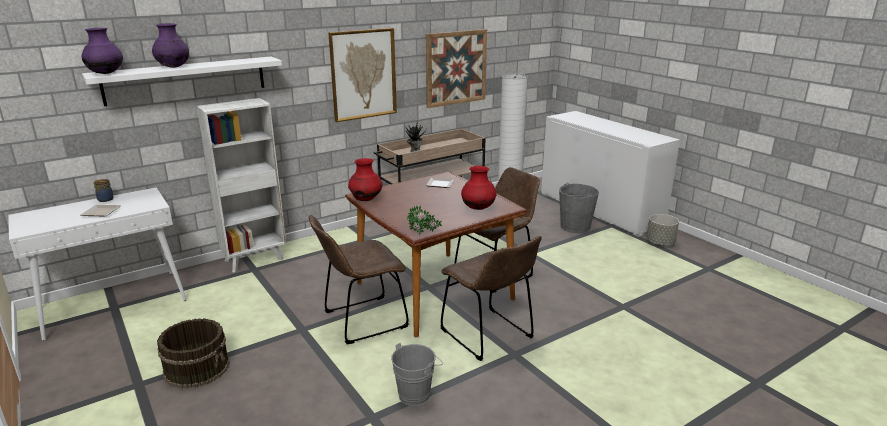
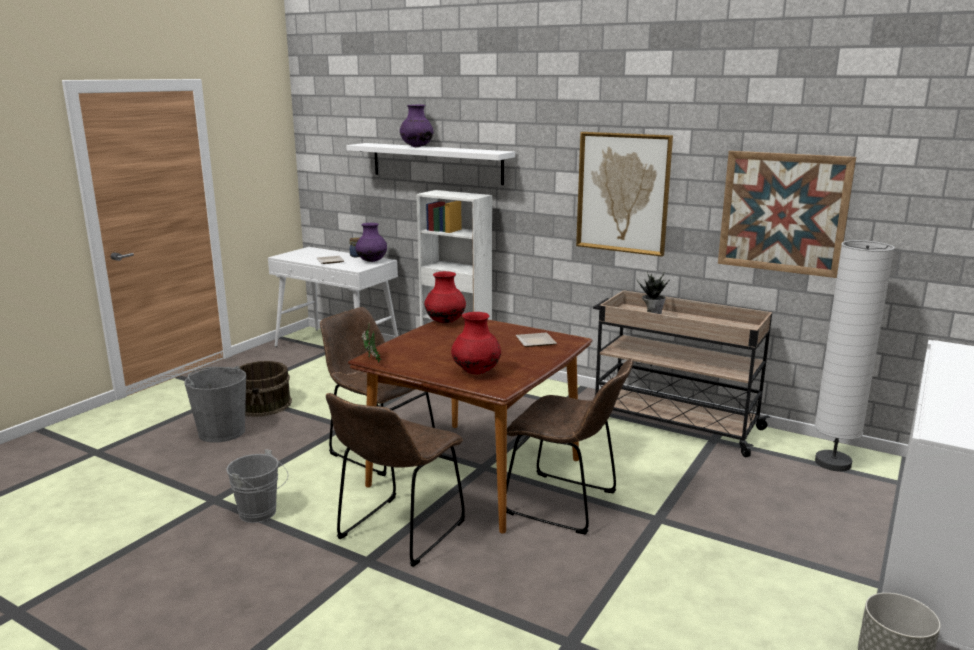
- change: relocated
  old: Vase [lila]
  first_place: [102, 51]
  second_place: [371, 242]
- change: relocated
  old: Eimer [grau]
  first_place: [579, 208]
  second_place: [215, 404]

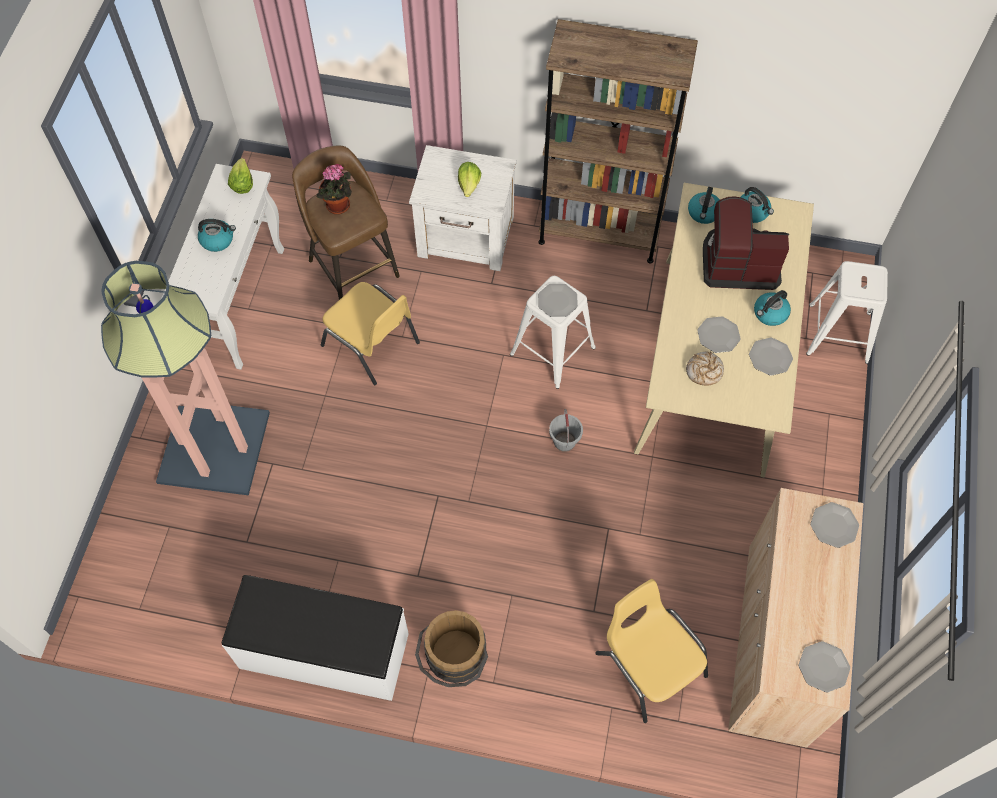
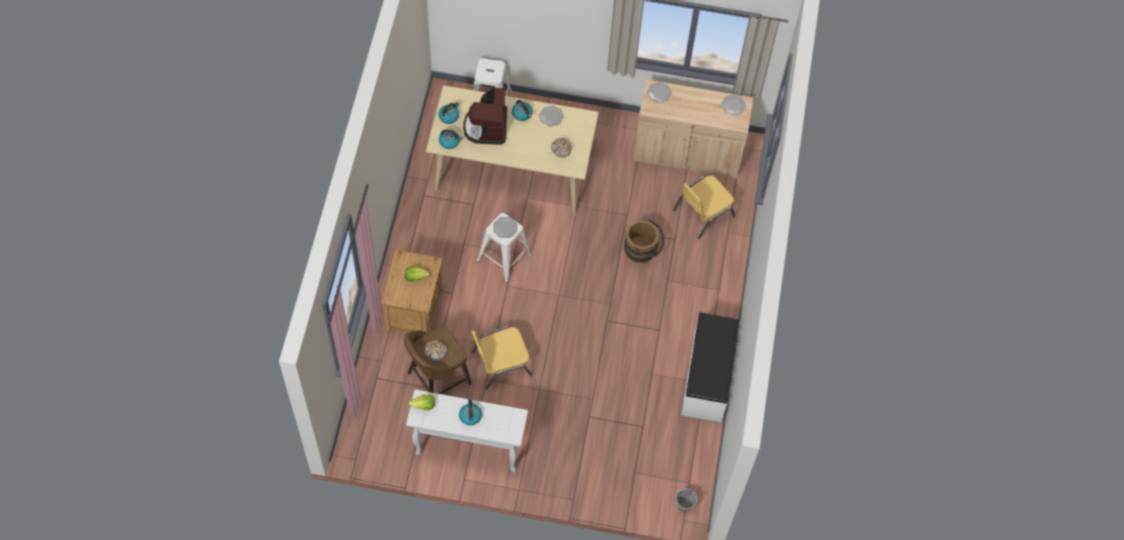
- change: missing
  old: Stehlampe
  first_place: [185, 378]
- change: missing
  old: Bücherregal [braun]
  first_place: [618, 141]
- change: missing
  old: Teller
  first_place: [719, 334]
- change: relocated
  old: Eimer [braun]
  first_place: [451, 648]
  second_place: [644, 241]
- change: relocated
  old: Eimer [grau]
  first_place: [566, 430]
  second_place: [686, 500]
- change: exchanged
  old: Topfpflanze
  new: Brot
  first_place: [334, 189]
  second_place: [435, 350]
- change: colour
  old: Nachttisch [weiß]
  new: Nachttisch [braun]
  first_place: [463, 208]
  second_place: [412, 291]
- change: spun
  old: Stuhl [gelb]
  first_place: [370, 333]
  second_place: [502, 357]
  degrees: -150

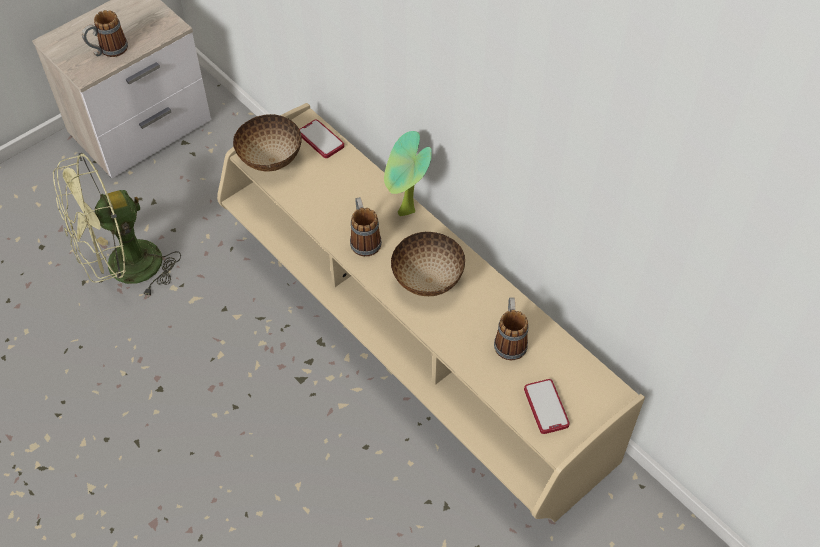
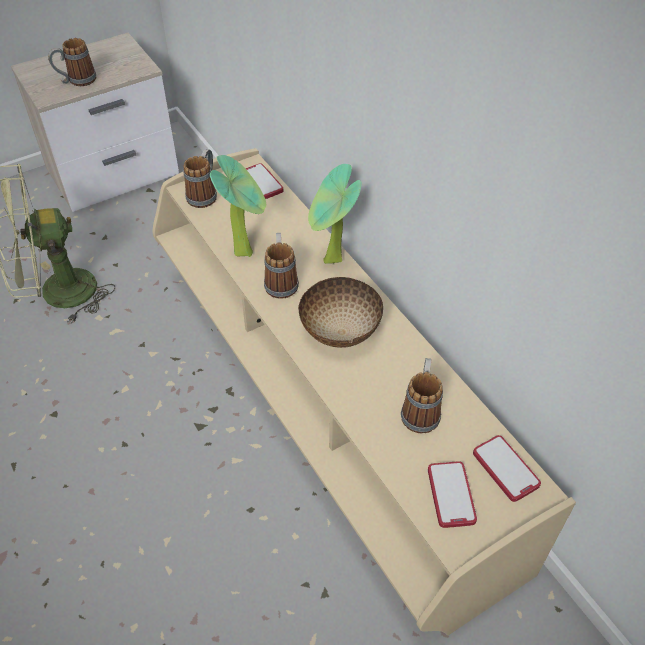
- change: appeared
  new: Topfpflanze
  second_place: [238, 206]
- change: appeared
  new: Handy
  second_place: [507, 468]
- change: exchanged
  old: Schüssel
  new: Henkelbecher
  first_place: [267, 143]
  second_place: [200, 178]

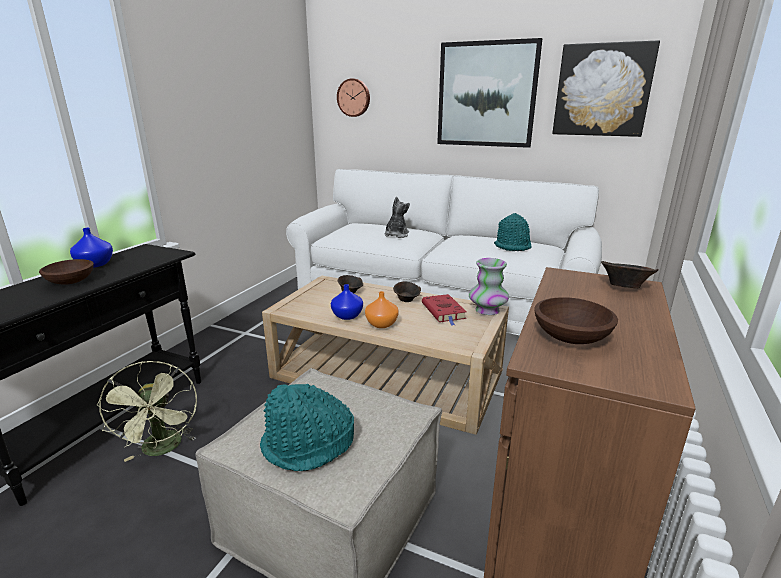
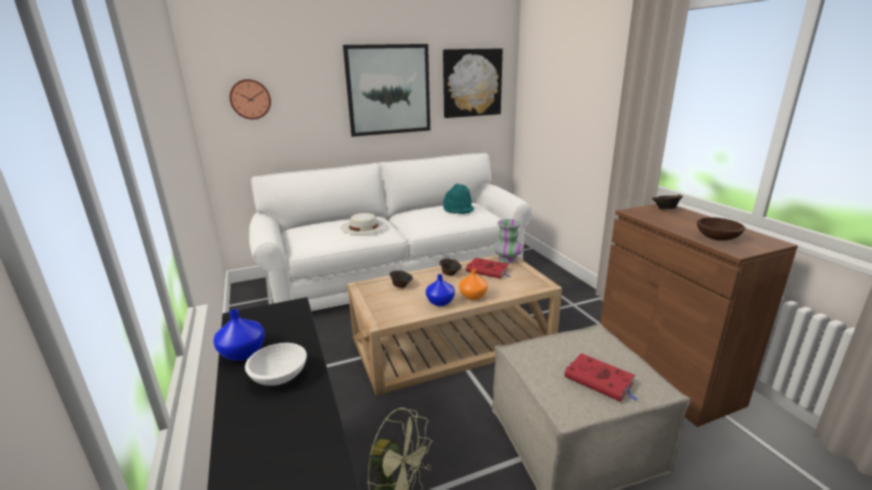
- change: exchanged
  old: Hut [türkis]
  new: Buch [rot]
  first_place: [307, 427]
  second_place: [602, 377]
- change: exchanged
  old: Plüschtier
  new: Hut [weiß]
  first_place: [397, 217]
  second_place: [363, 224]
- change: colour
  old: Schüssel [braun]
  new: Schüssel [weiß]
  first_place: [66, 272]
  second_place: [276, 364]

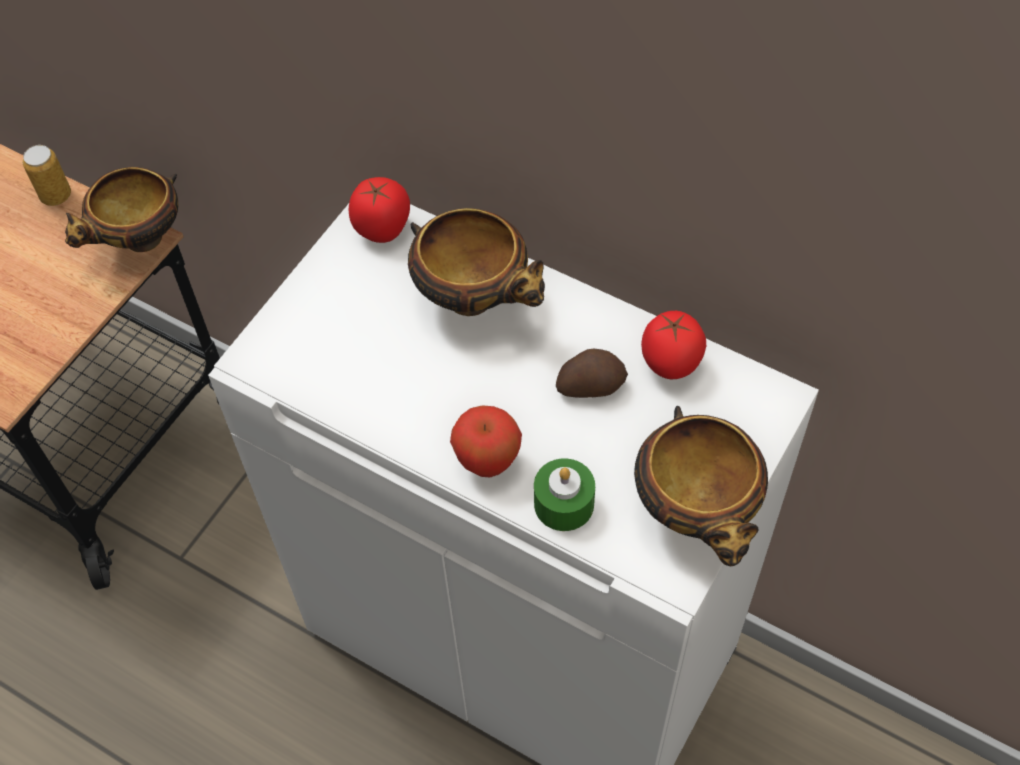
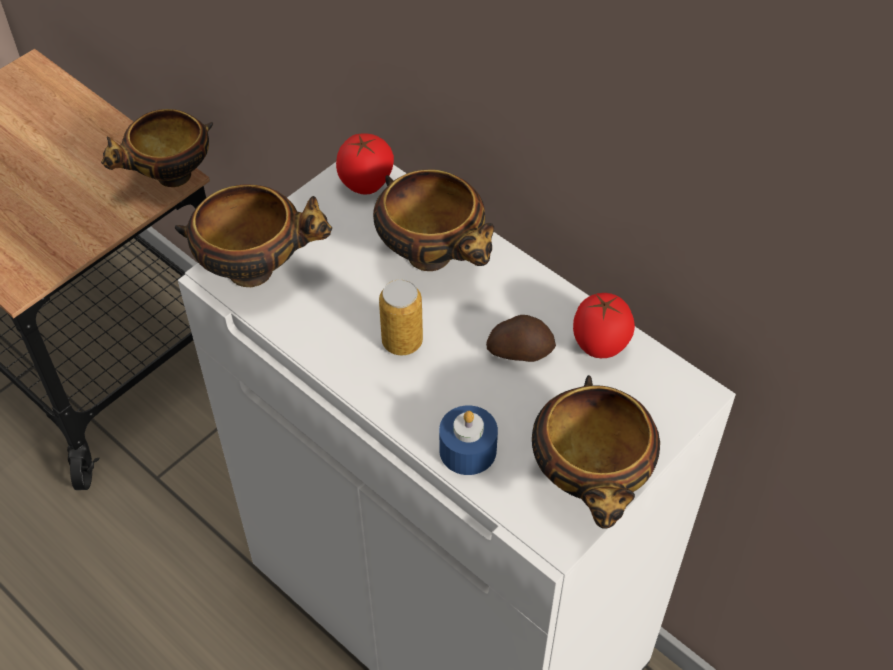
- change: missing
  old: Apfel
  first_place: [486, 441]
- change: appeared
  new: Schüssel
  second_place: [253, 235]
- change: relocated
  old: Dose
  first_place: [47, 175]
  second_place: [401, 317]
- change: colour
  old: Kerze [grün]
  new: Kerze [blau]
  first_place: [564, 494]
  second_place: [468, 440]

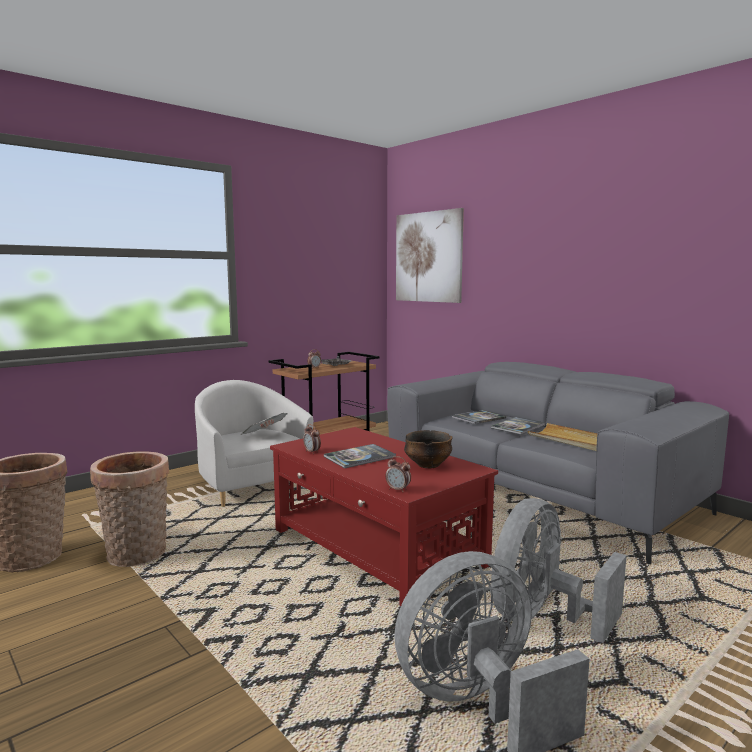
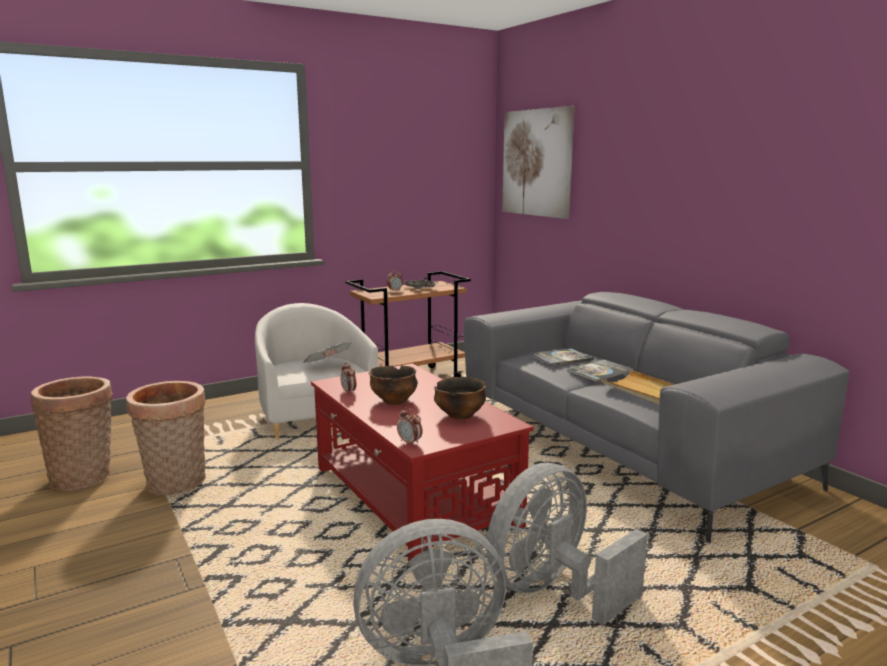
- change: exchanged
  old: Buch
  new: Schüssel
  first_place: [360, 456]
  second_place: [393, 385]

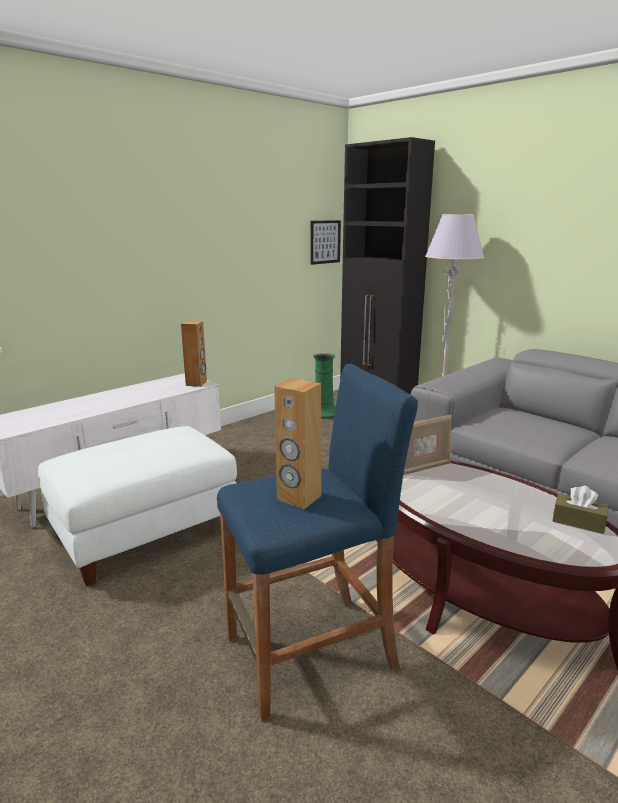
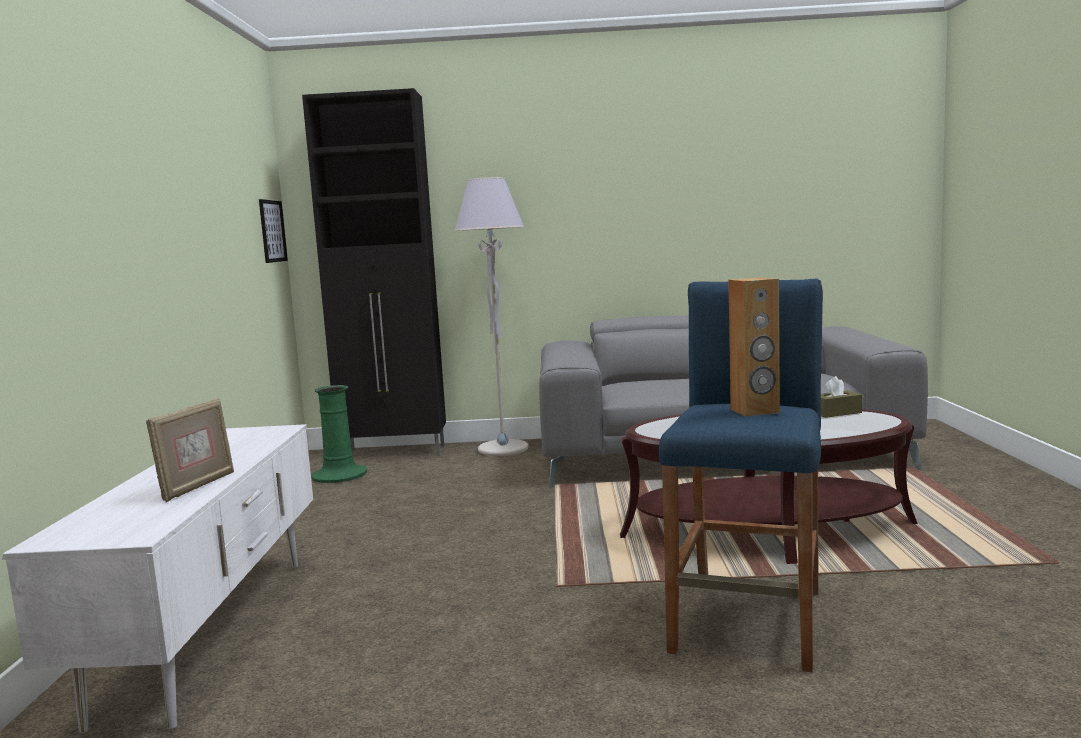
- change: missing
  old: Polsterhocker [weiß]
  first_place: [137, 506]
- change: missing
  old: Lautsprecher [braun]
  first_place: [194, 354]
- change: relocated
  old: Bilderrahmen
  first_place: [427, 445]
  second_place: [190, 450]

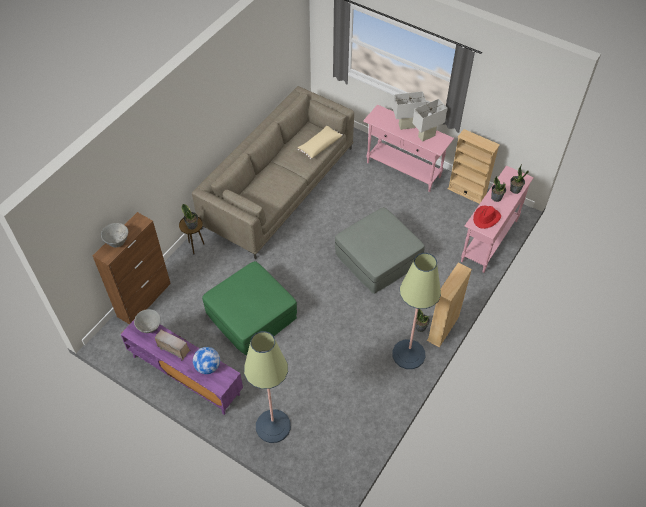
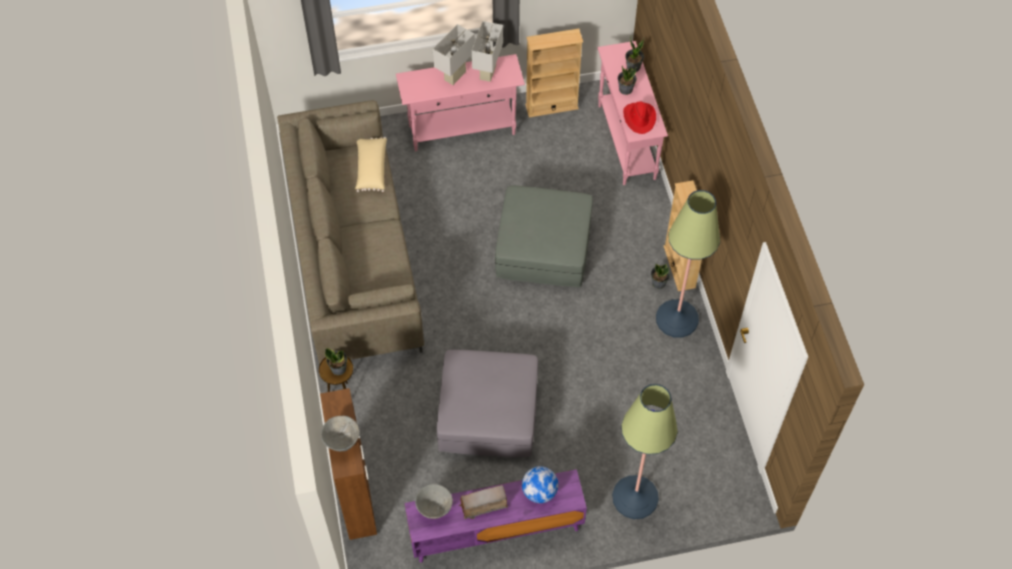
- change: colour
  old: Polsterhocker [grün]
  new: Polsterhocker [grau]
  first_place: [249, 308]
  second_place: [487, 404]

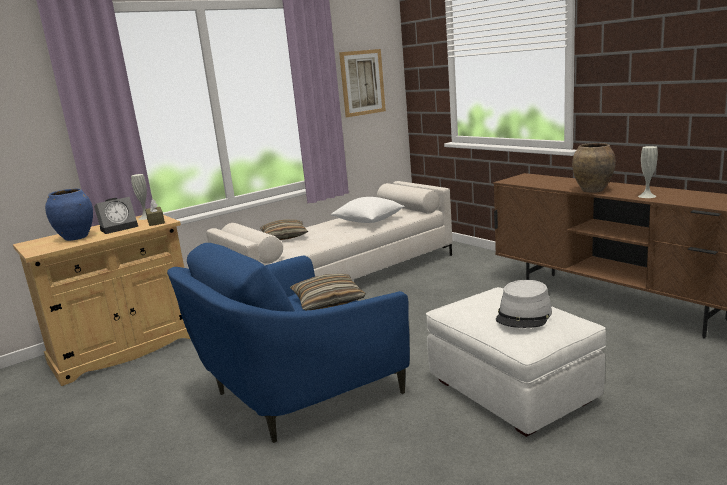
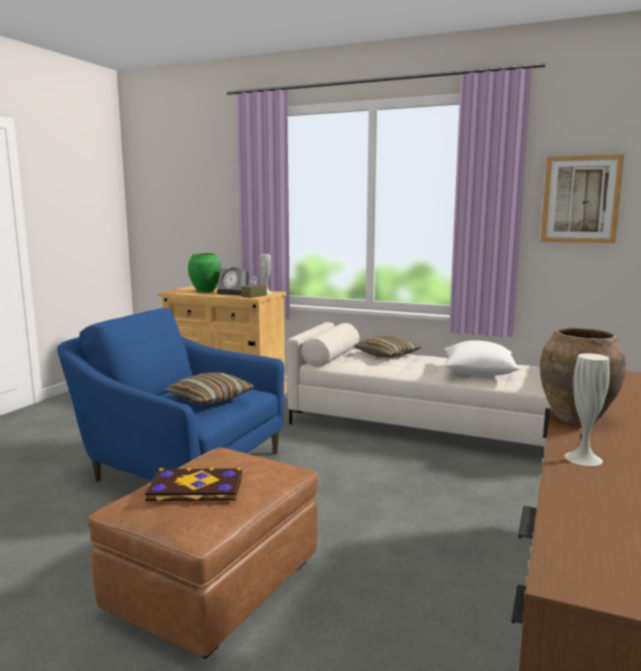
- change: exchanged
  old: Hut [grau]
  new: Buch
  first_place: [524, 304]
  second_place: [193, 484]
- change: colour
  old: Vase [blau]
  new: Vase [grün]
  first_place: [69, 215]
  second_place: [204, 272]
- change: colour
  old: Polsterhocker [weiß]
  new: Polsterhocker [braun]
  first_place: [516, 362]
  second_place: [203, 553]

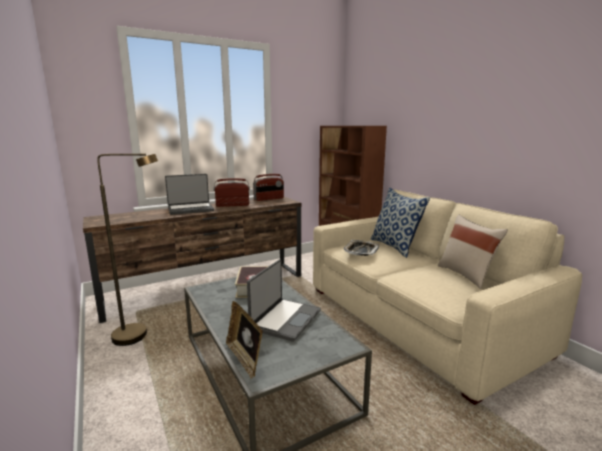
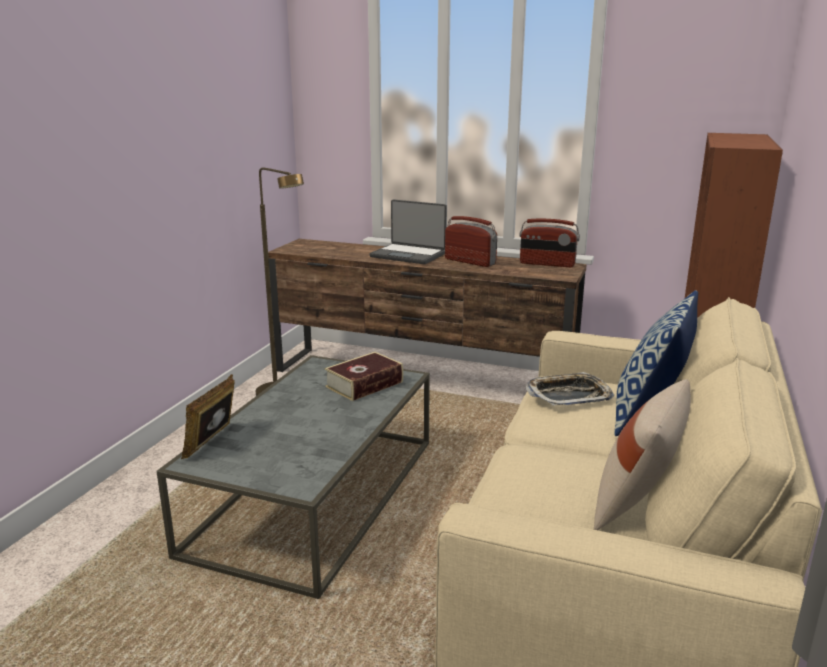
- change: missing
  old: Laptop
  first_place: [284, 300]

